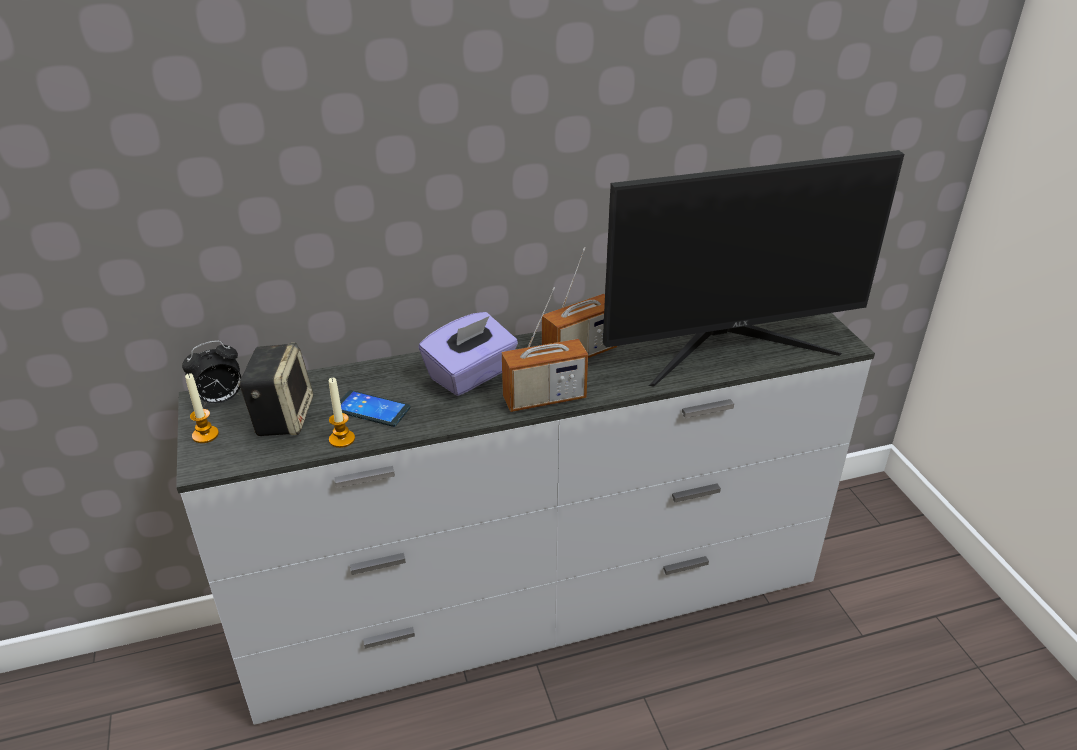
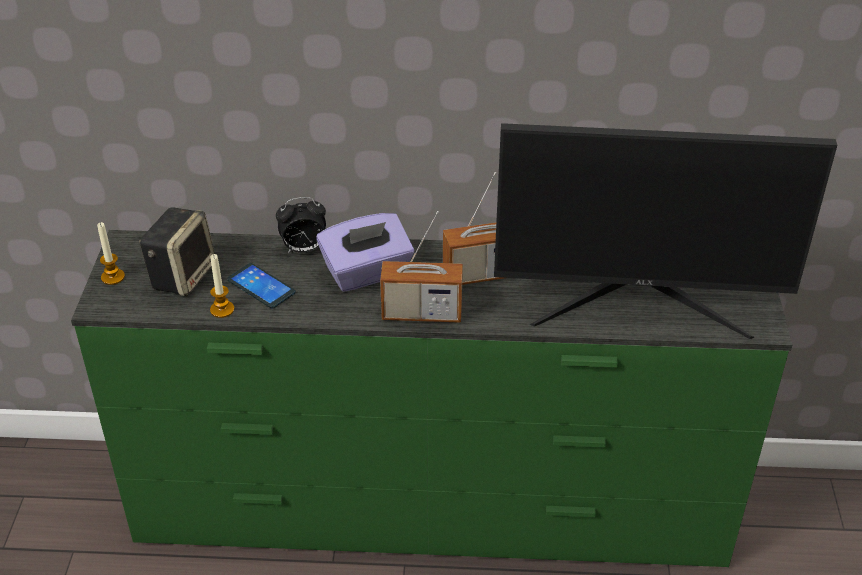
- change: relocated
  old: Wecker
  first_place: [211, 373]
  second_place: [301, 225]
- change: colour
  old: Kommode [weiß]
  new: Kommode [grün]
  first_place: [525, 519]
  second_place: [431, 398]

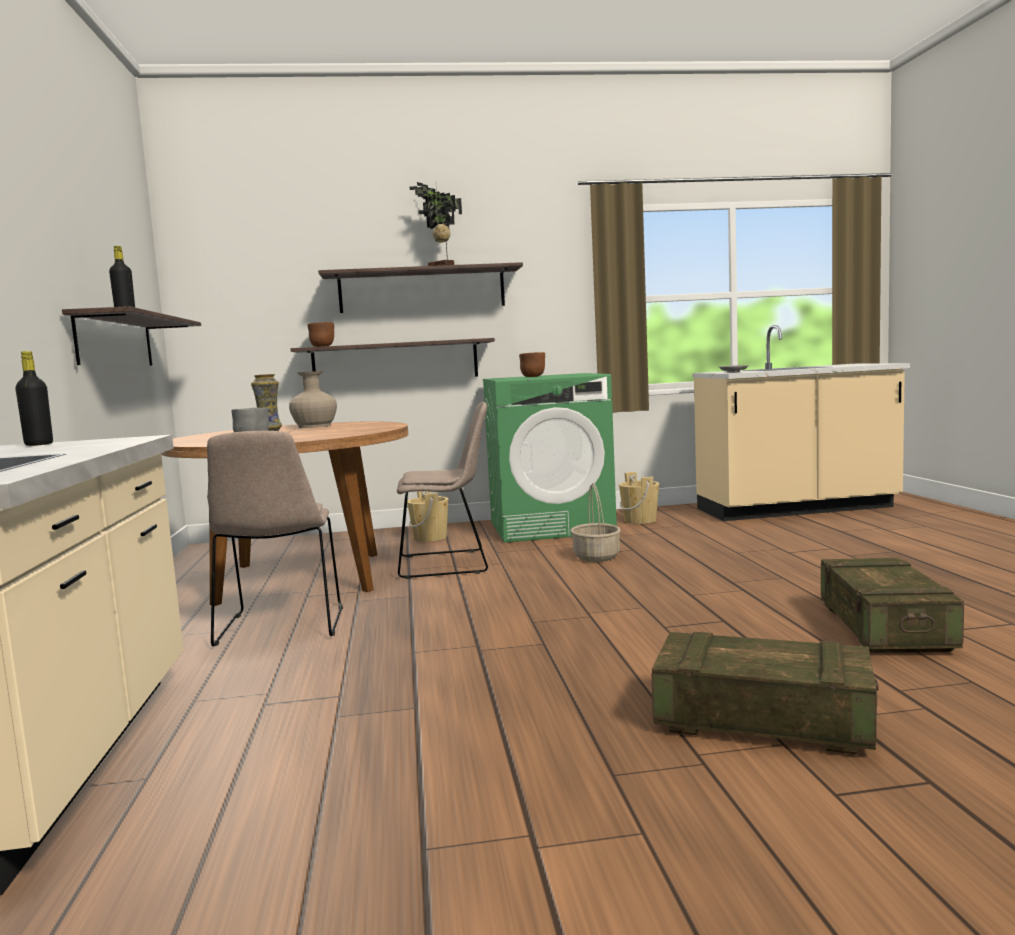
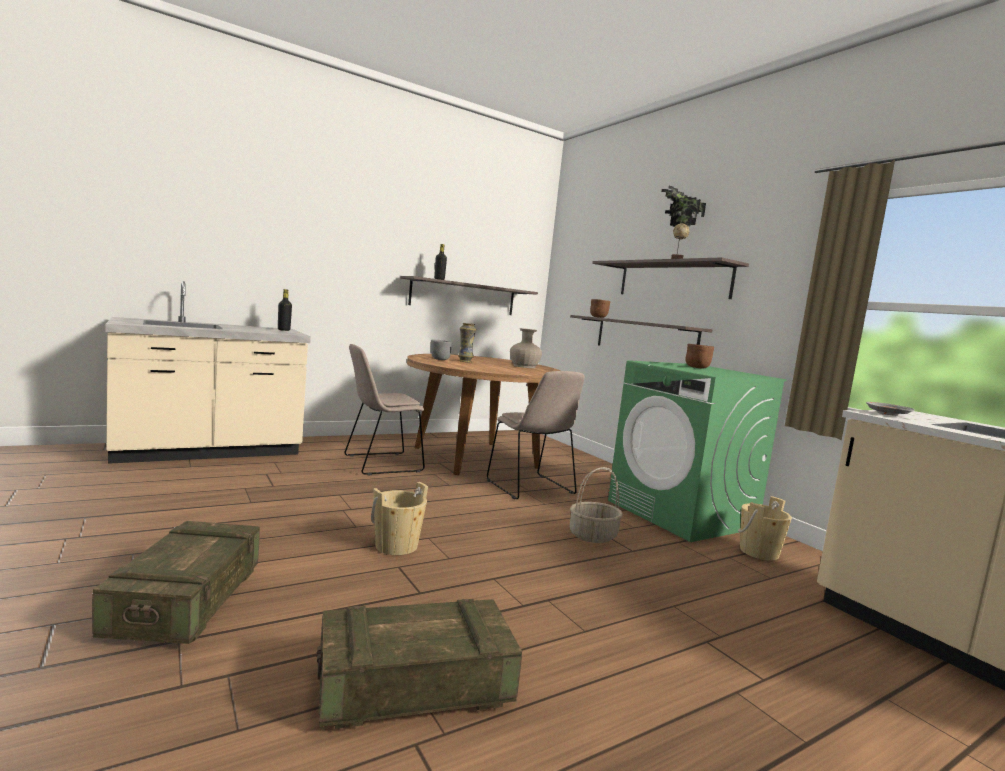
- change: relocated
  old: Eimer [beige]
  first_place: [427, 516]
  second_place: [399, 518]

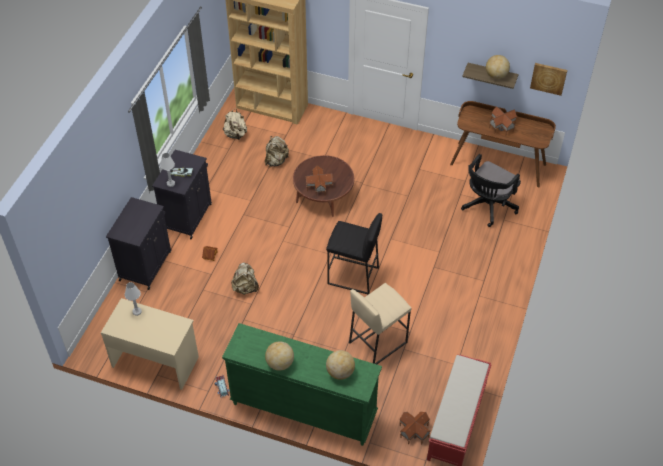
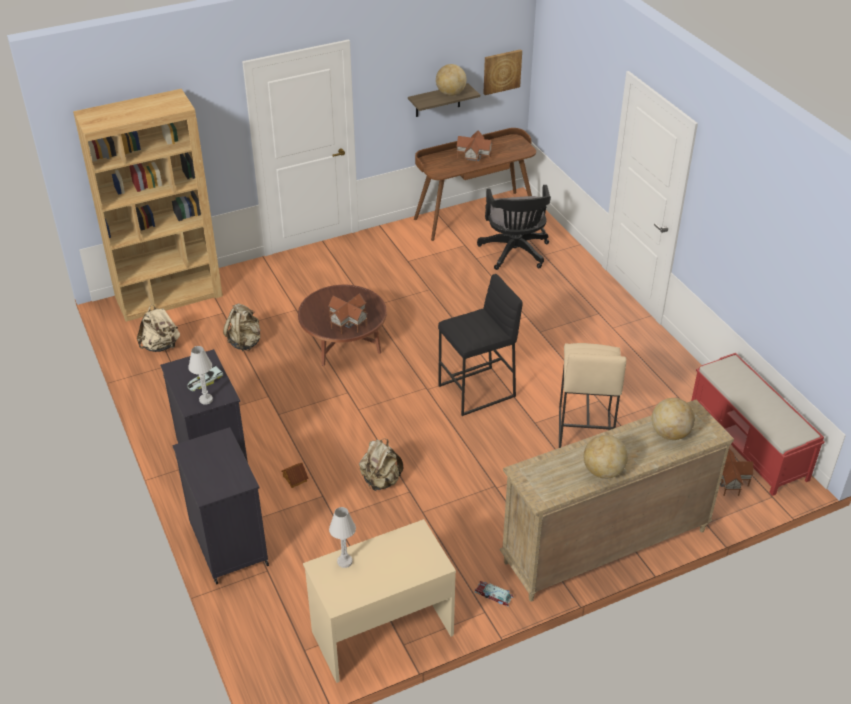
- change: colour
  old: Kommode [grün]
  new: Kommode [beige]
  first_place: [302, 384]
  second_place: [616, 501]

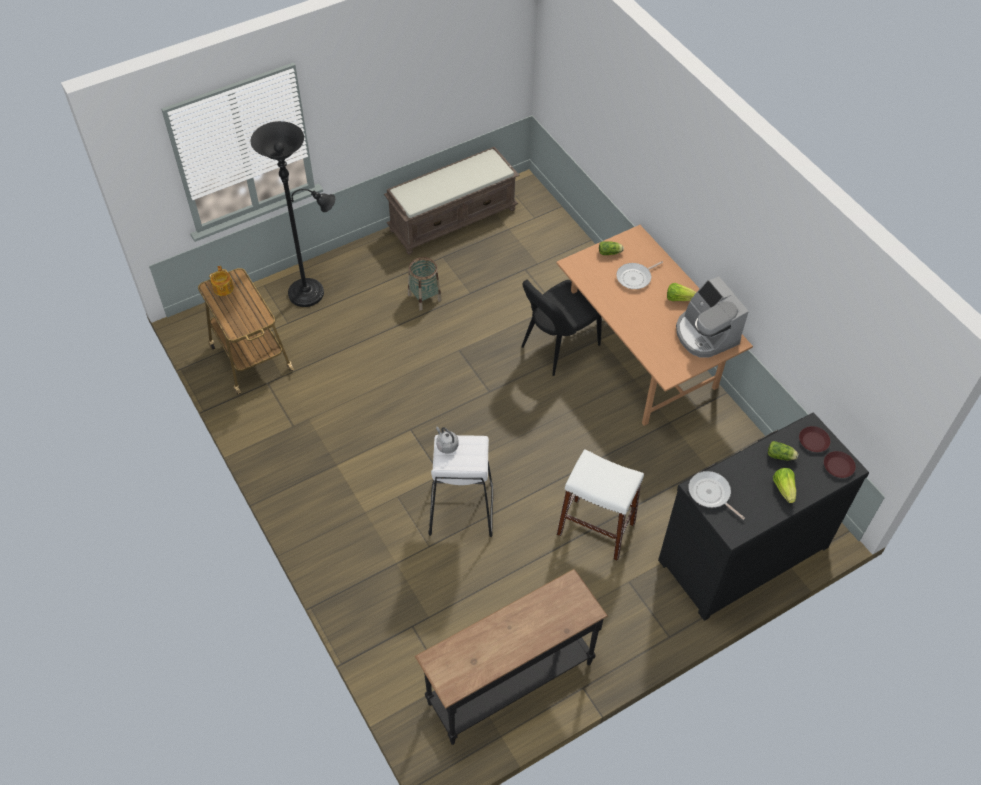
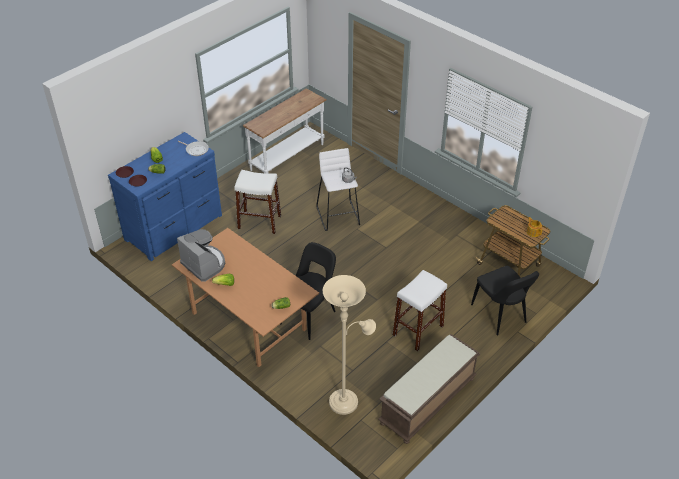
- change: missing
  old: Pfanne
  first_place: [639, 275]
- change: appeared
  new: Stehlampe [beige]
  second_place: [349, 345]
- change: exchanged
  old: Stehlampe [schwarz]
  new: Stuhl [schwarz]
  first_place: [293, 214]
  second_place: [505, 300]
- change: exchanged
  old: Korb
  new: Hocker [weiß]
  first_place: [425, 284]
  second_place: [420, 310]
- change: colour
  old: Konsolentisch [schwarz]
  new: Konsolentisch [weiß]
  first_place: [511, 657]
  second_place: [285, 131]
- change: colour
  old: Kommode [schwarz]
  new: Kommode [blau]
  first_place: [763, 517]
  second_place: [165, 196]

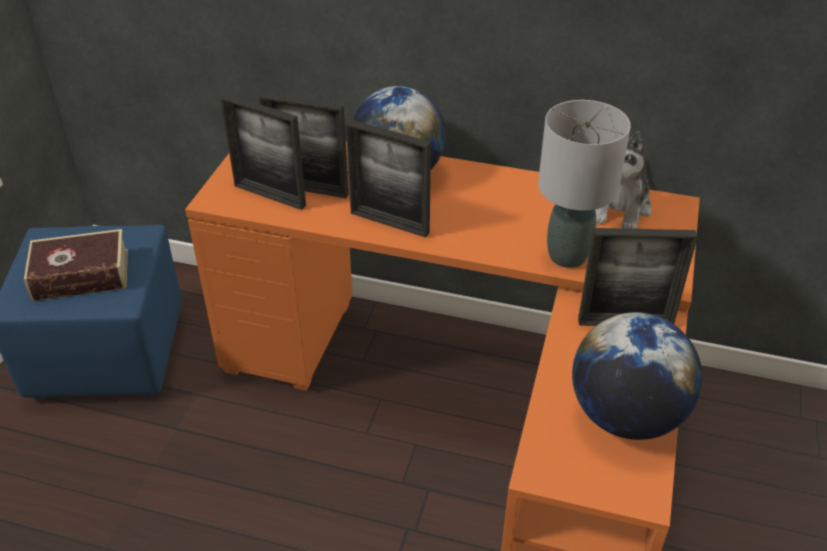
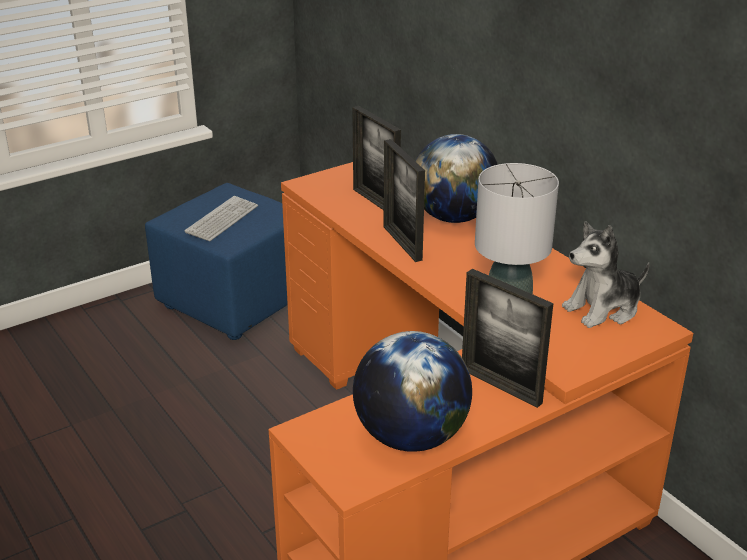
- change: missing
  old: Bilderrahmen
  first_place: [263, 152]
- change: exchanged
  old: Buch
  new: Tastatur
  first_place: [76, 265]
  second_place: [221, 218]

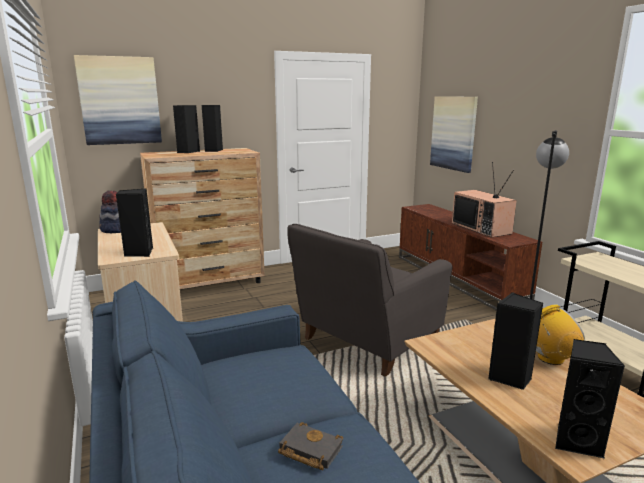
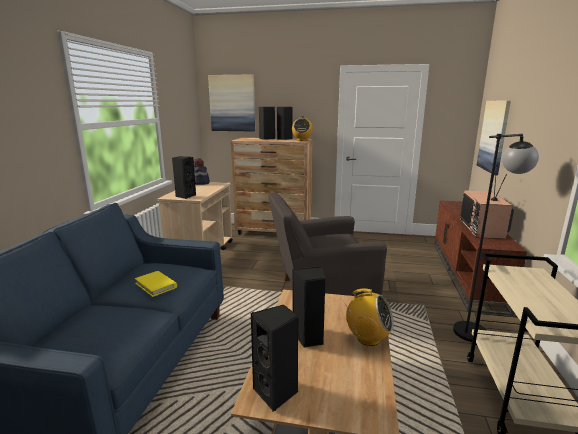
- change: missing
  old: Buch [schwarz]
  first_place: [310, 446]
- change: appeared
  new: Buch [gelb]
  second_place: [156, 284]
- change: appeared
  new: Radio
  second_place: [302, 128]

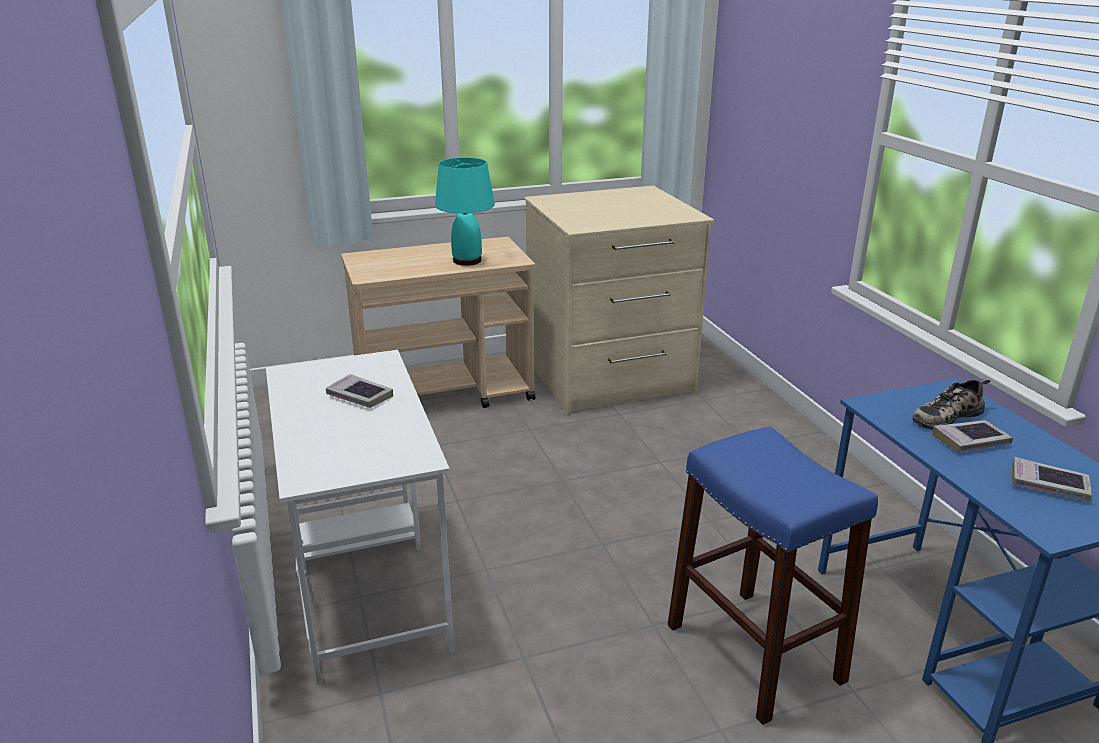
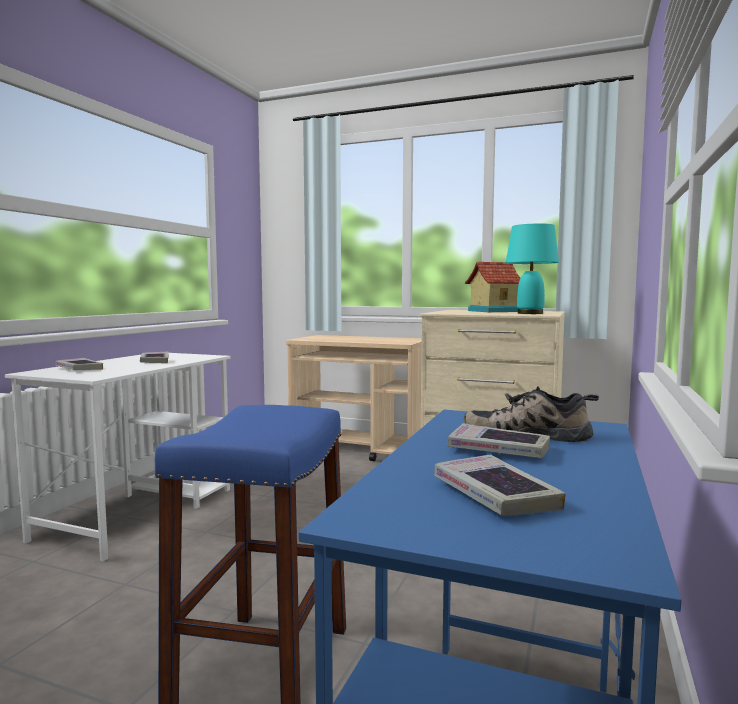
- change: appeared
  new: Buch
  second_place: [79, 364]
- change: appeared
  new: Spielzeughaus
  second_place: [493, 287]
- change: relocated
  old: Tischlampe [türkis]
  first_place: [465, 211]
  second_place: [532, 268]

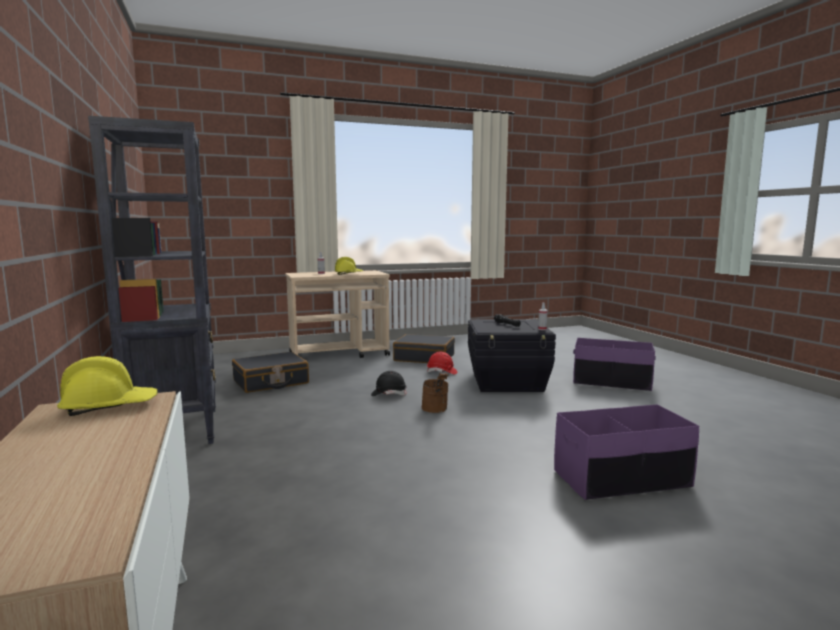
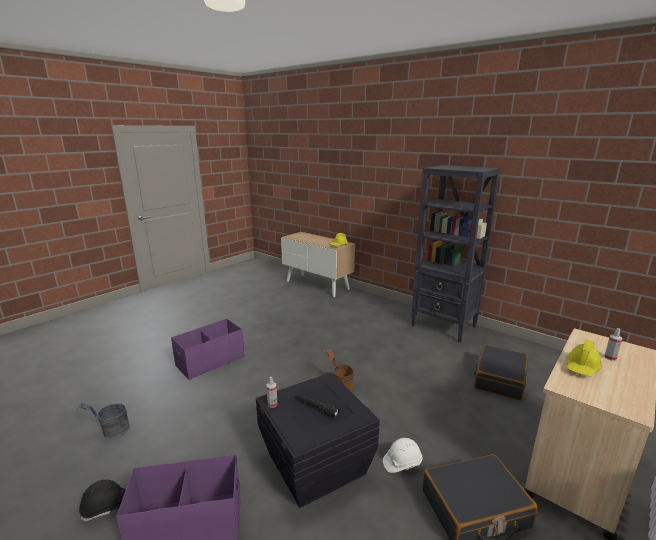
- change: appeared
  new: Eimer [grau]
  second_place: [102, 420]
- change: relocated
  old: Schutzhelm [schwarz]
  first_place: [389, 383]
  second_place: [102, 500]
- change: colour
  old: Schutzhelm [rot]
  new: Schutzhelm [weiß]
  first_place: [442, 363]
  second_place: [403, 455]

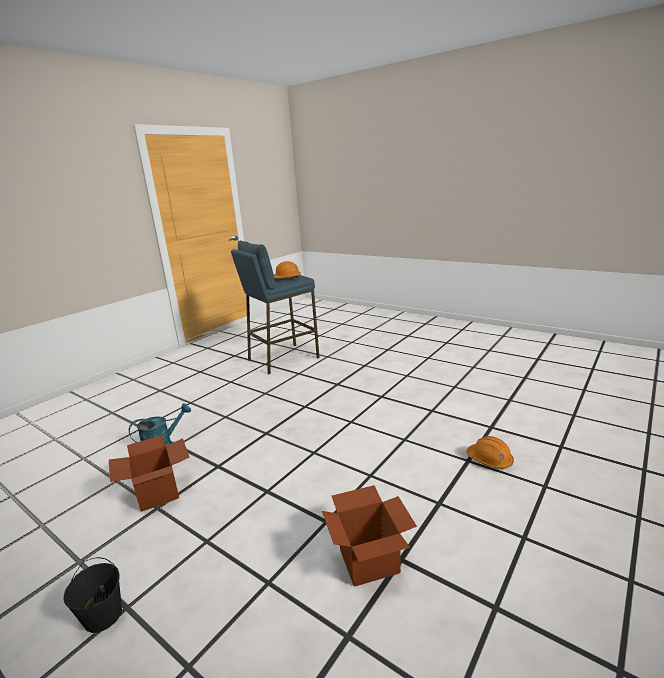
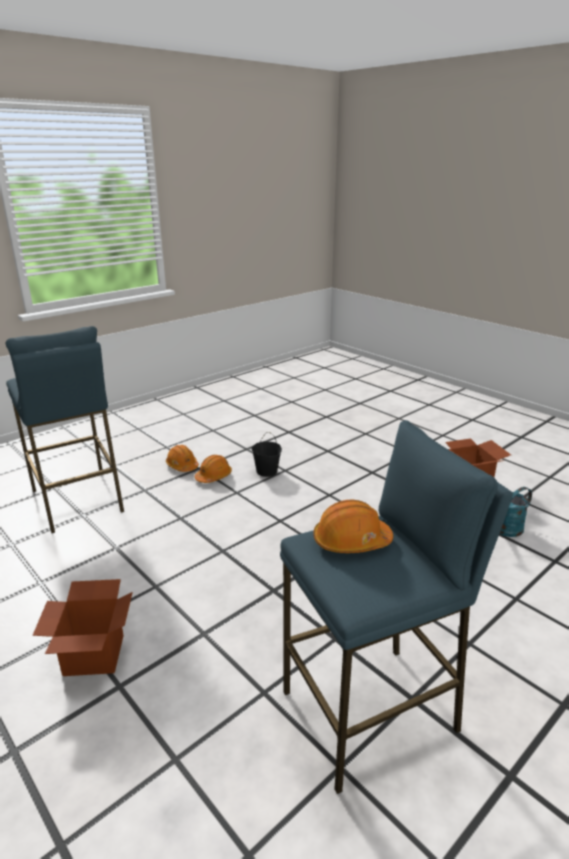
- change: appeared
  new: Hocker [blau]
  second_place: [65, 429]
- change: appeared
  new: Schutzhelm [orange]
  second_place: [213, 469]
- change: relocated
  old: Eimer [schwarz]
  first_place: [93, 595]
  second_place: [267, 454]
- change: relocated
  old: Karton
  first_place: [369, 536]
  second_place: [83, 627]

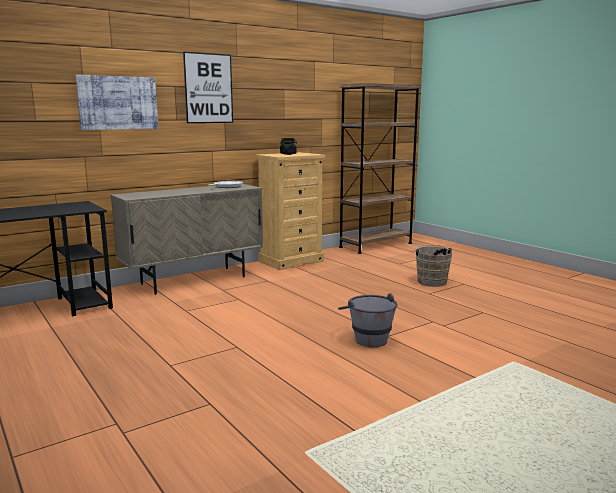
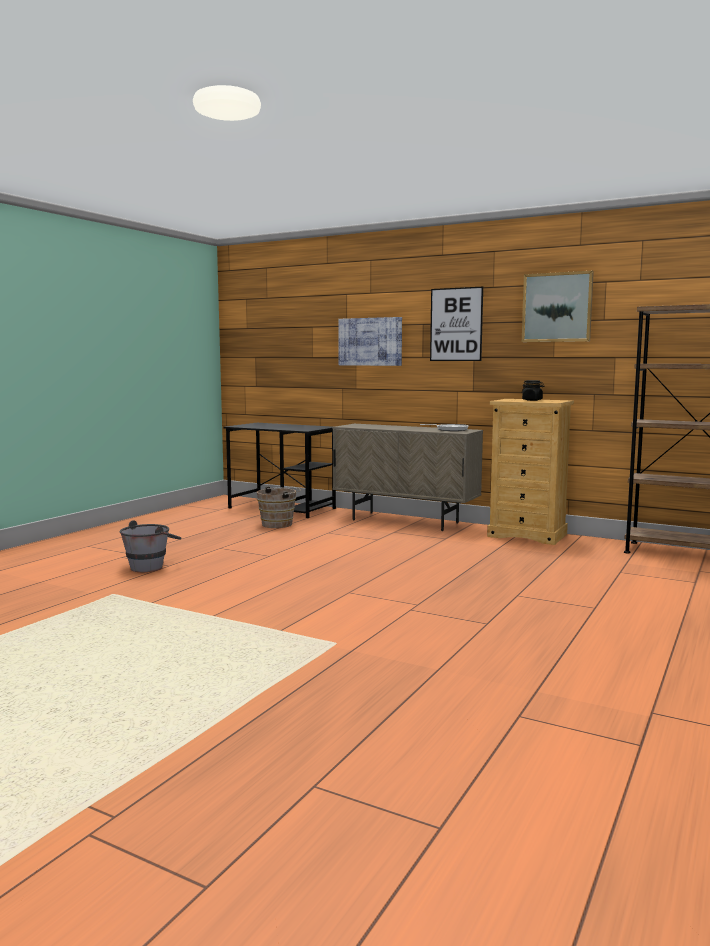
- change: appeared
  new: Bild
  second_place: [558, 306]
- change: relocated
  old: Eimer [grau]
  first_place: [368, 320]
  second_place: [151, 546]
- change: relocated
  old: Eimer [braun]
  first_place: [433, 265]
  second_place: [279, 507]

